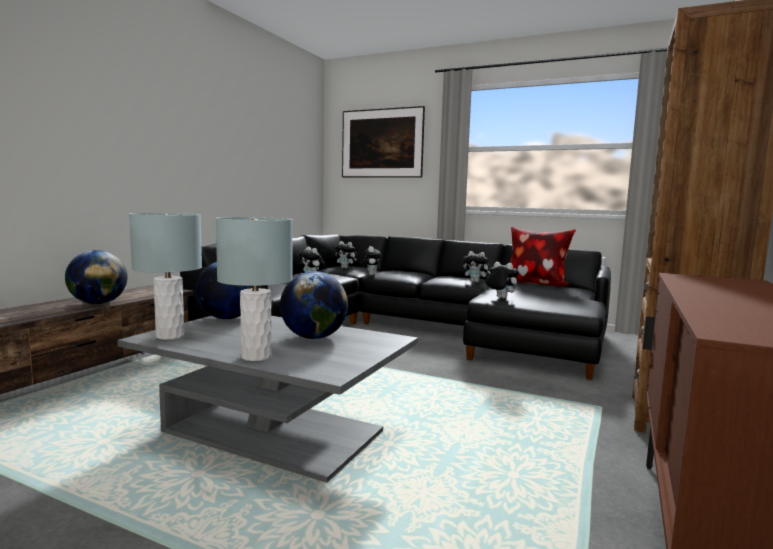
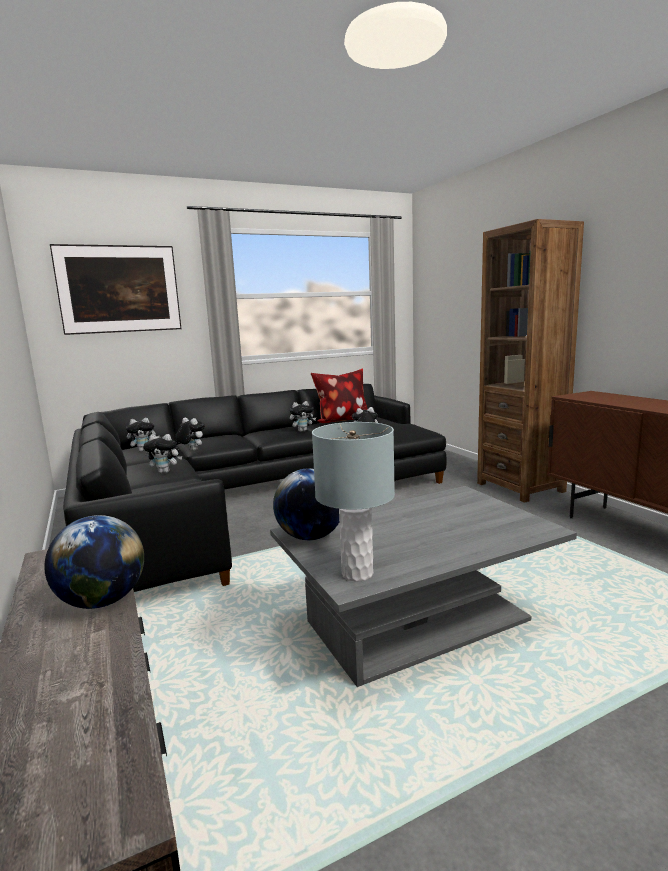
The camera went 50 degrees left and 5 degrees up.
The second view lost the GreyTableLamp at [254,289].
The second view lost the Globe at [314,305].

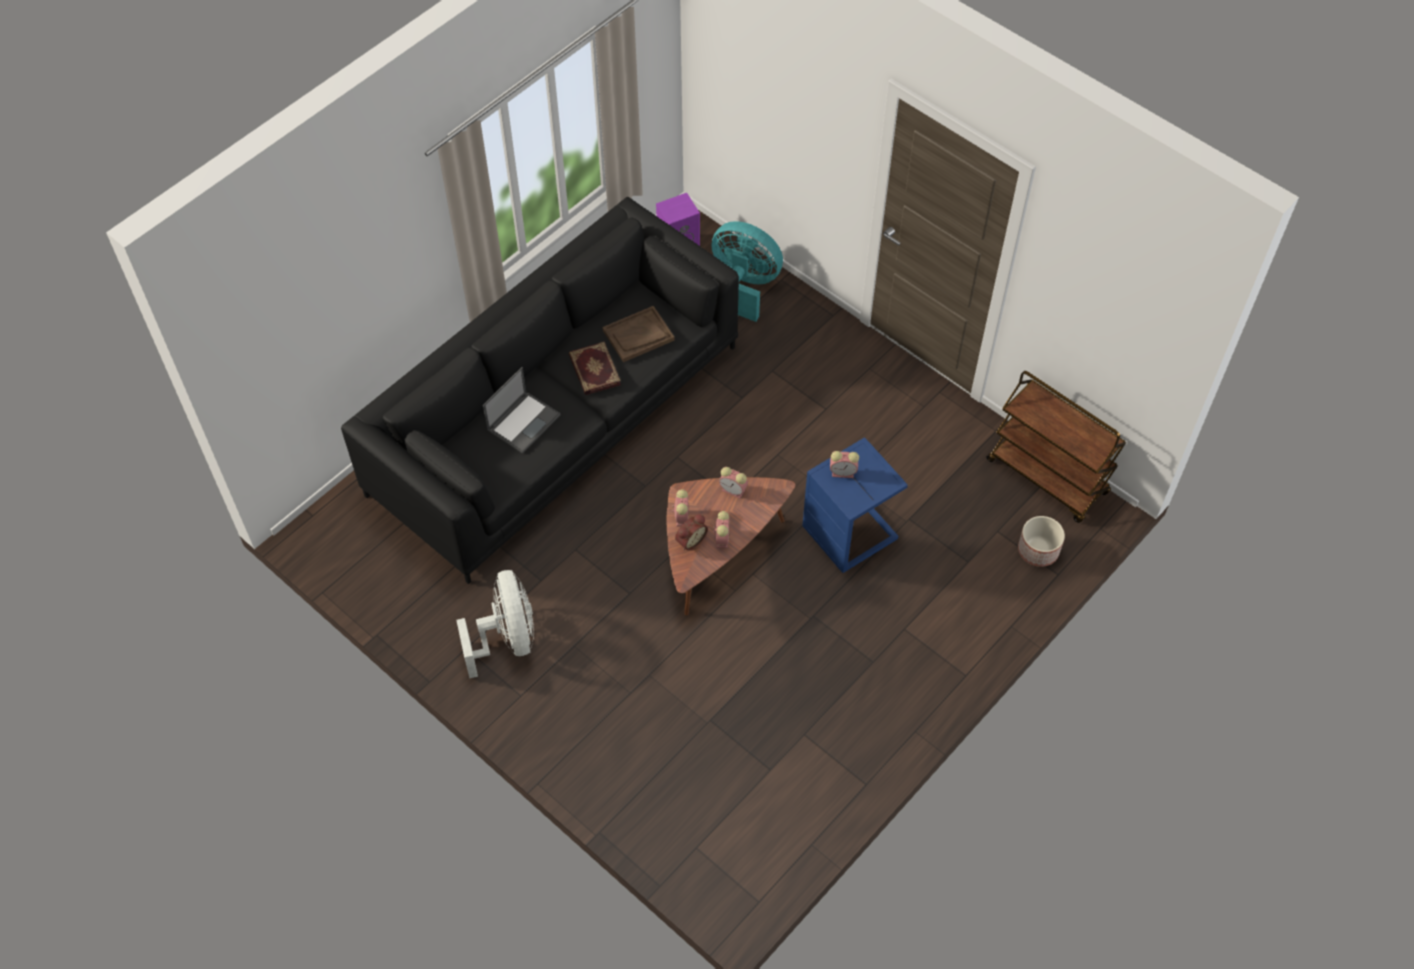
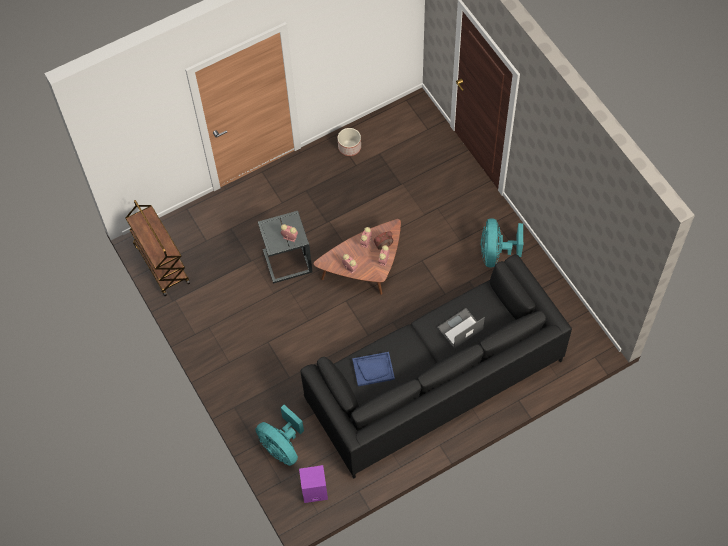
The camera went 160 degrees left and 5 degrees up.
What was the BrownTray at [638,334] turned into the BlueTray at [373,369].
The second view lost the Book at [595,368].
What was the BlueSideTable at [855,505] turned into the GreySideTable at [285,247].
The Planter ended up elsewhere, having gone from [1041,541] to [349,142].
What was the WhiteFan at [495,624] turned into the TurquoiseFan at [502,243].

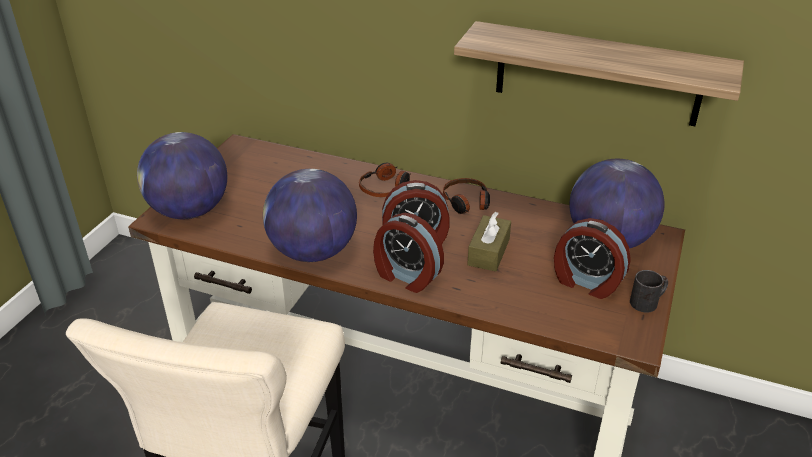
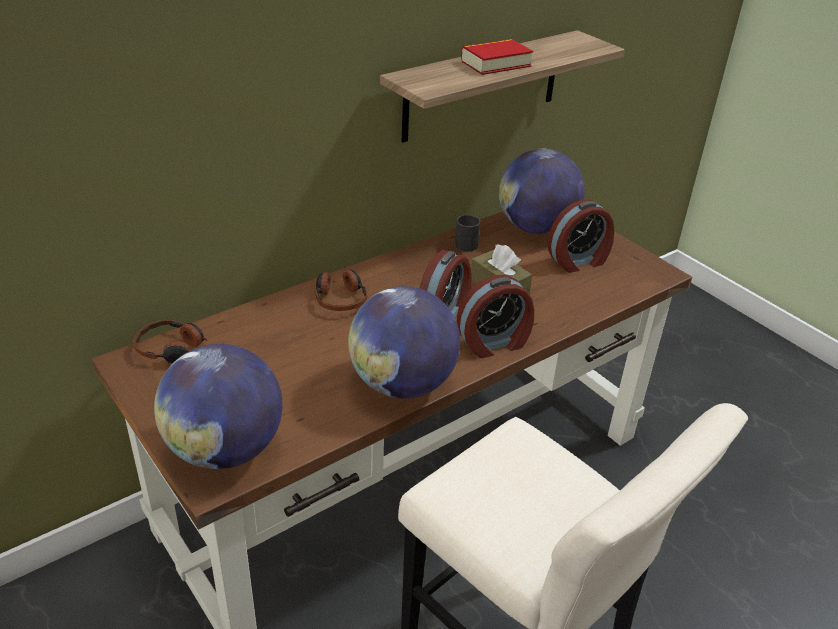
The camera went 60 degrees left and 0 degrees up.
The Headphones ended up elsewhere, having gone from [466,196] to [170,342].
The BlackMug ended up elsewhere, having gone from [649,291] to [467,233].
The second view gained the Book at [497,57].

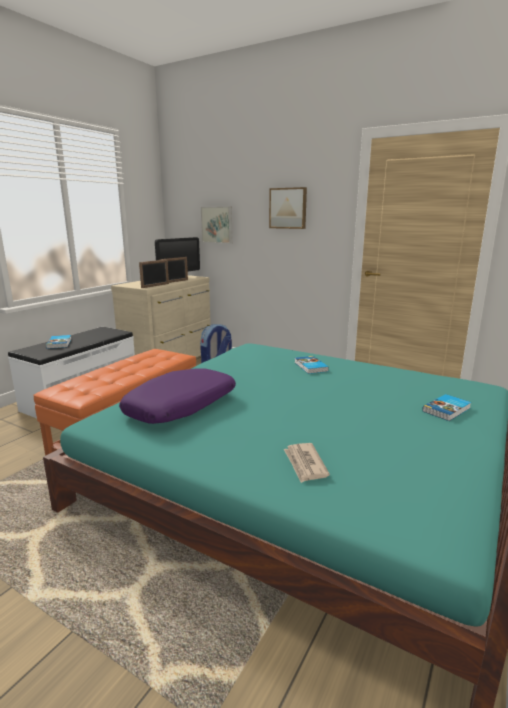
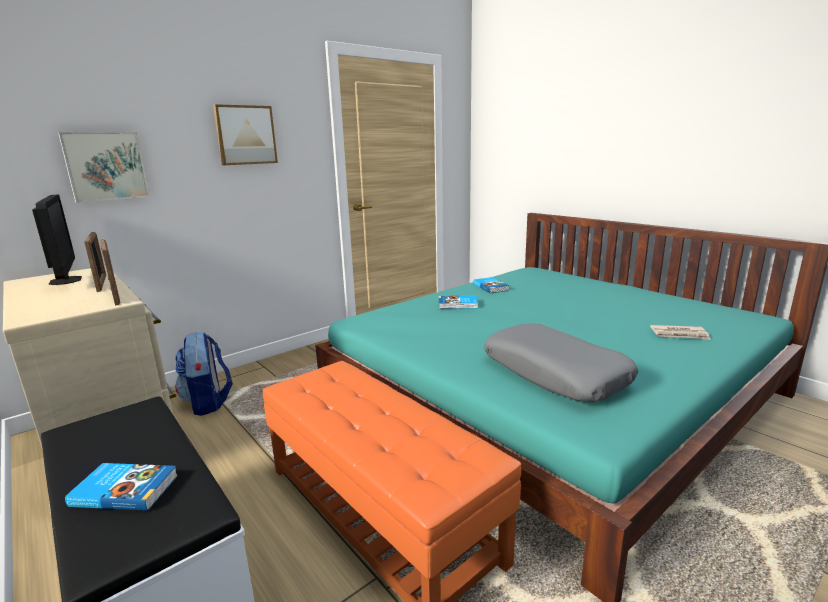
The camera went 70 degrees left and 0 degrees up.
What was the PurplePillow at [177,396] turned into the GreyPillow at [561,362].
The Book ended up elsewhere, having gone from [446,407] to [491,285].

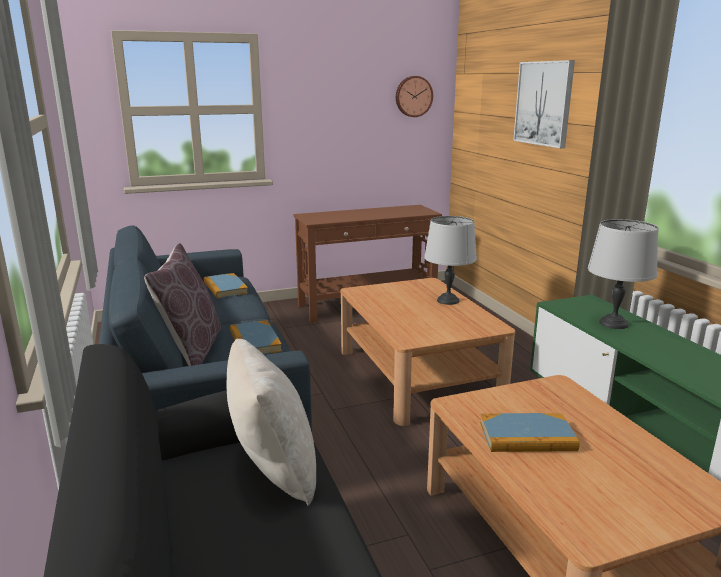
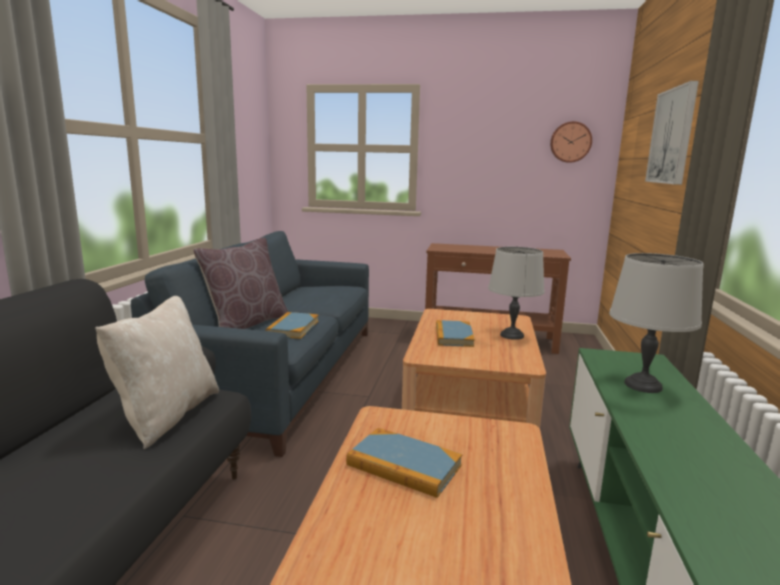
The camera went 30 degrees right and 5 degrees down.
The Book ended up elsewhere, having gone from [226,286] to [455,333].

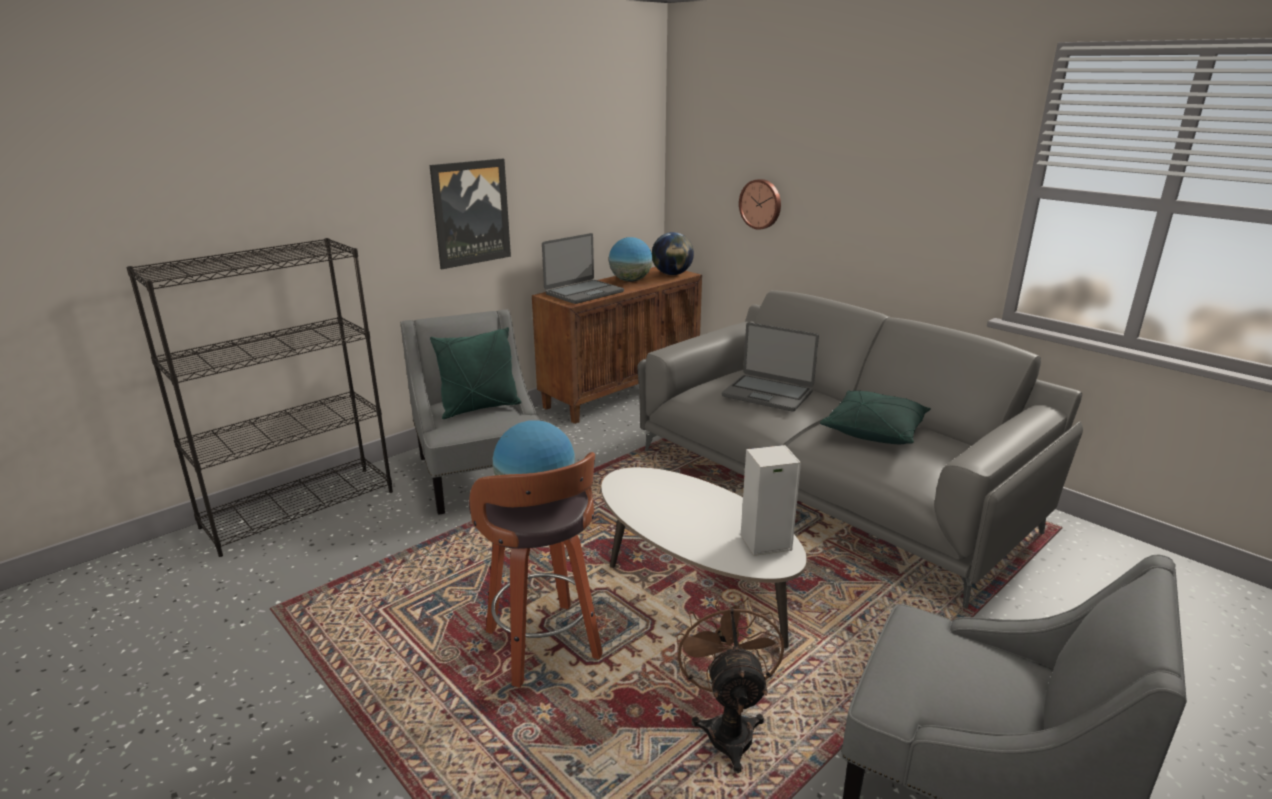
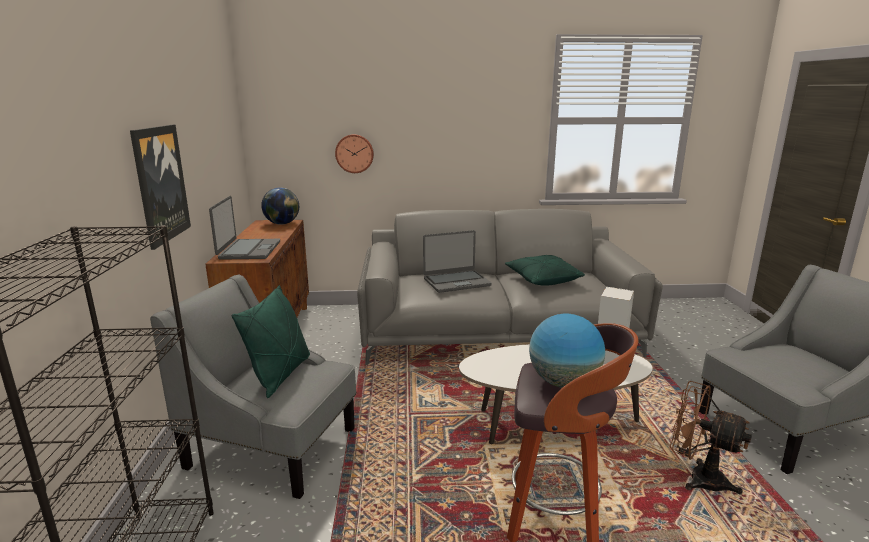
The camera went 50 degrees left and 5 degrees down.
The second view lost the Globe at [631,259].

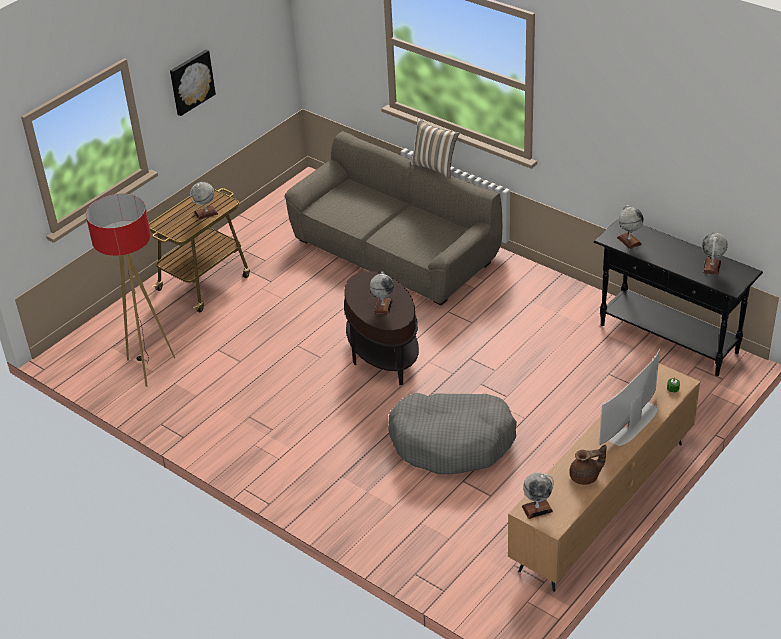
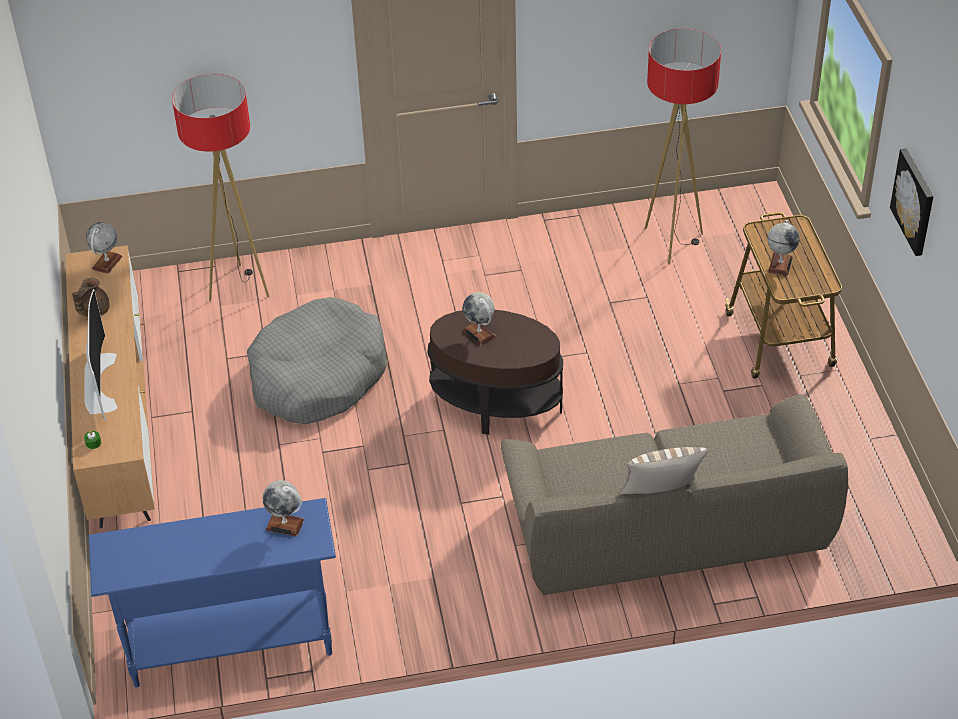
The camera went 130 degrees right and 5 degrees up.
What was the BlackConsoleTable at [678,297] turned into the BlueConsoleTable at [212,593].
The second view lost the Globe at [715,254].
The second view gained the FloorLamp at [221,188].

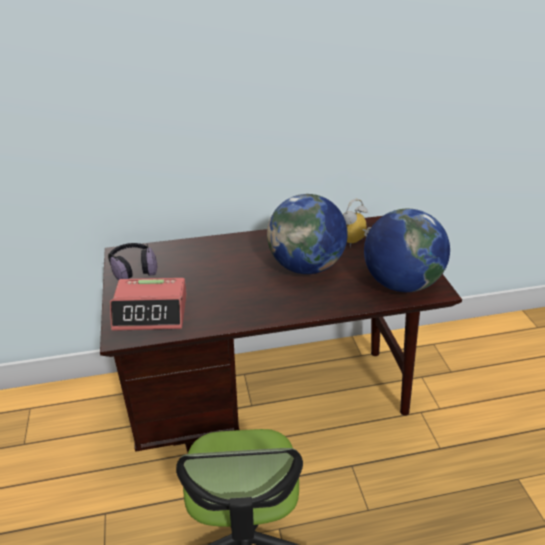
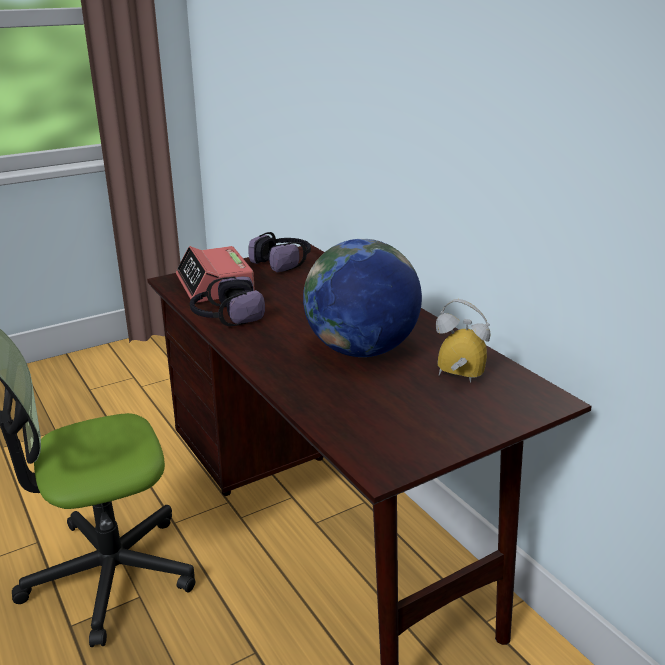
The camera went 70 degrees right and 10 degrees down.
The second view lost the Globe at [407,250].
The second view gained the Headphones at [227,301].

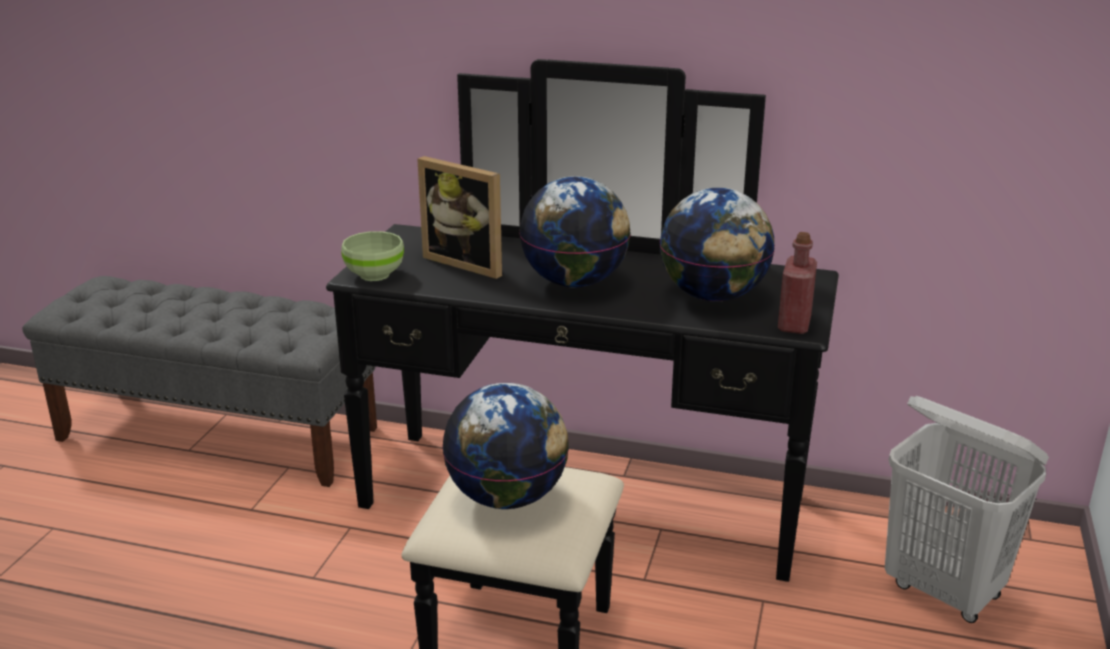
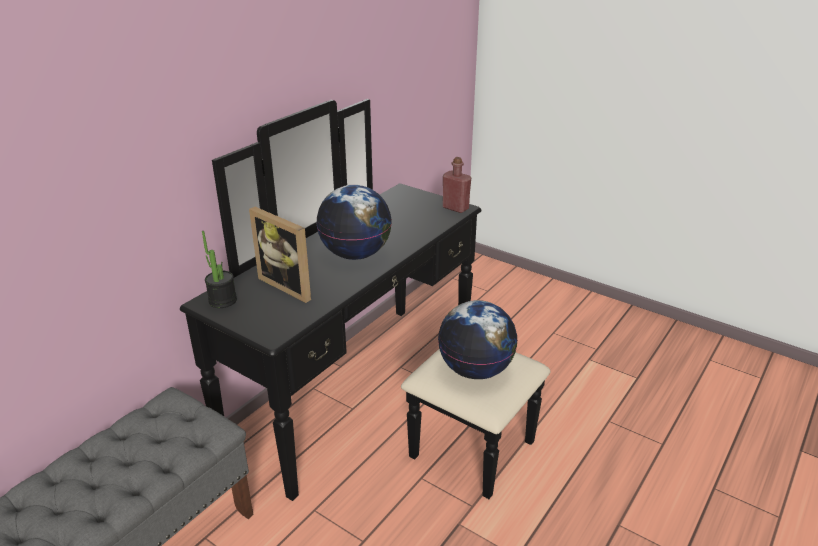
The camera went 70 degrees left and 5 degrees up.
The PictureFrame at [459,217] ended up facing another way, 75 degrees clockwise from before.
The second view lost the Globe at [717,244].
The second view lost the GreenBowl at [372,256].
The second view lost the WhiteLaundryBasket at [967,509].
The second view gained the PottedPlant at [219,269].

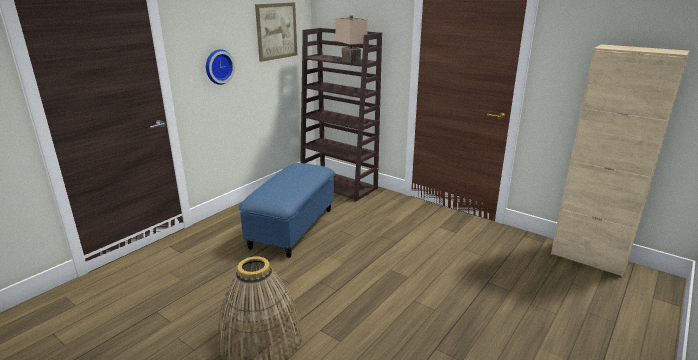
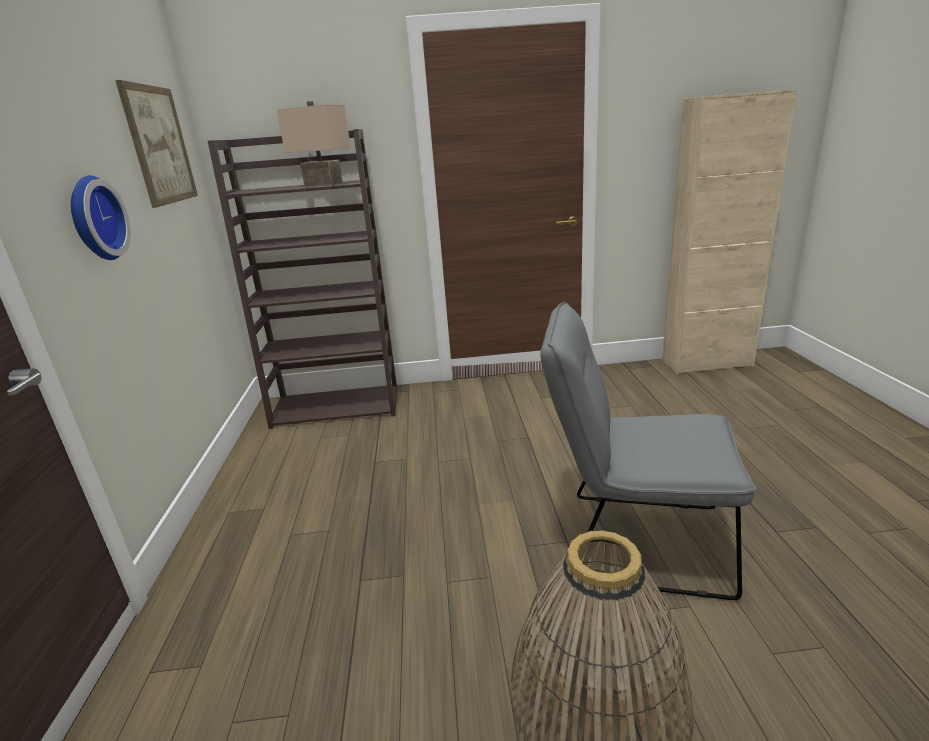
The camera went 40 degrees left and 0 degrees up.
The second view lost the BlueOttoman at [286,210].
The second view gained the GreyChair at [648,451].

